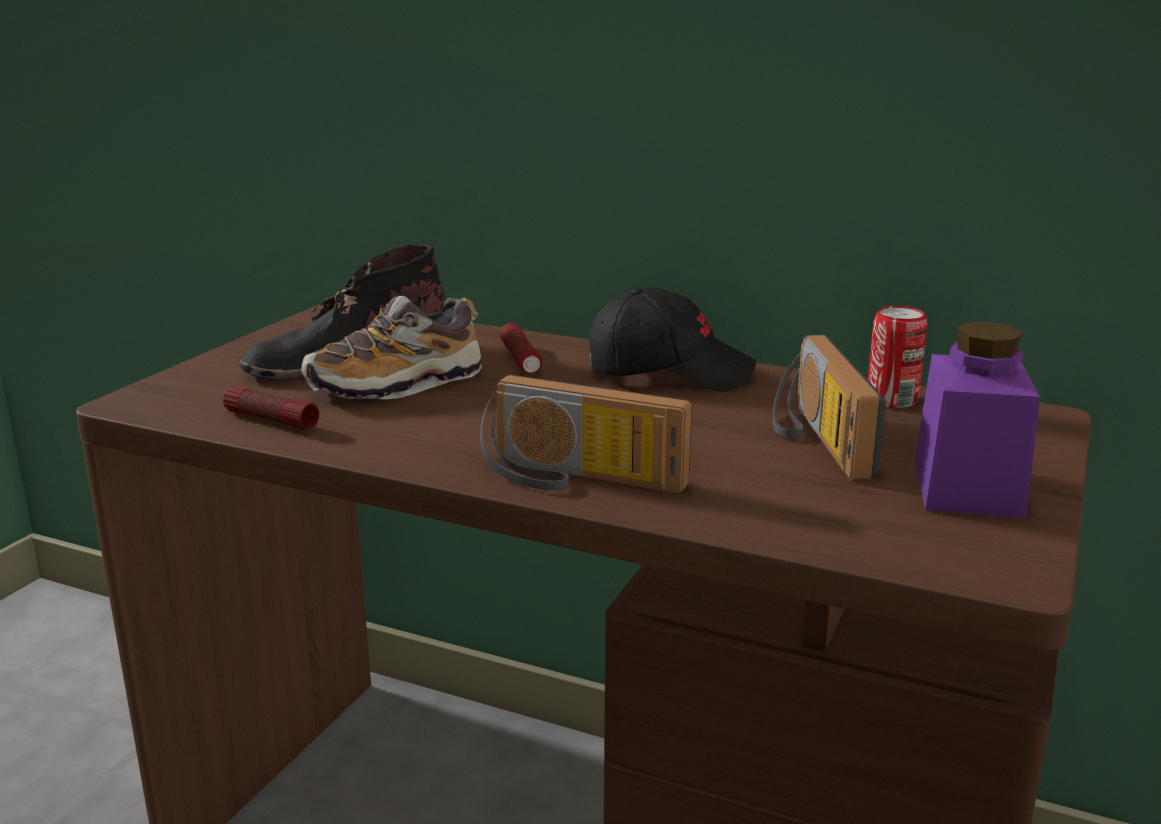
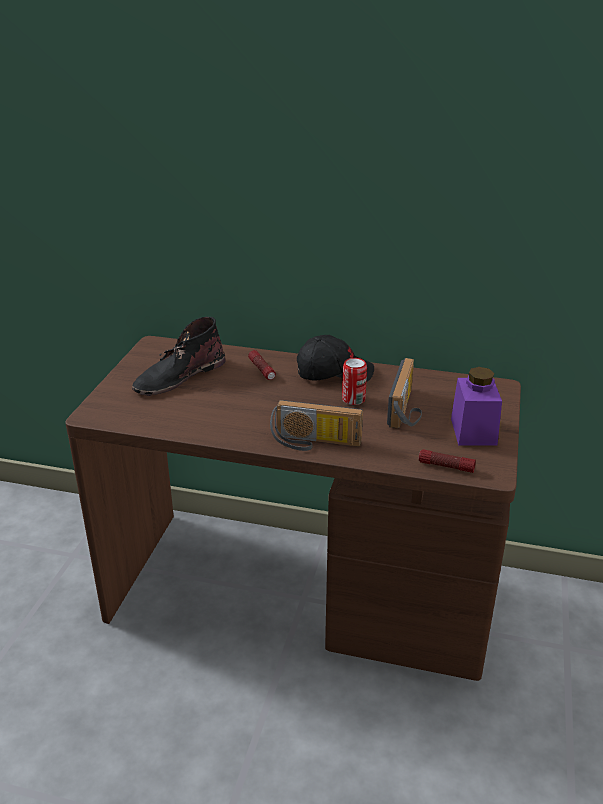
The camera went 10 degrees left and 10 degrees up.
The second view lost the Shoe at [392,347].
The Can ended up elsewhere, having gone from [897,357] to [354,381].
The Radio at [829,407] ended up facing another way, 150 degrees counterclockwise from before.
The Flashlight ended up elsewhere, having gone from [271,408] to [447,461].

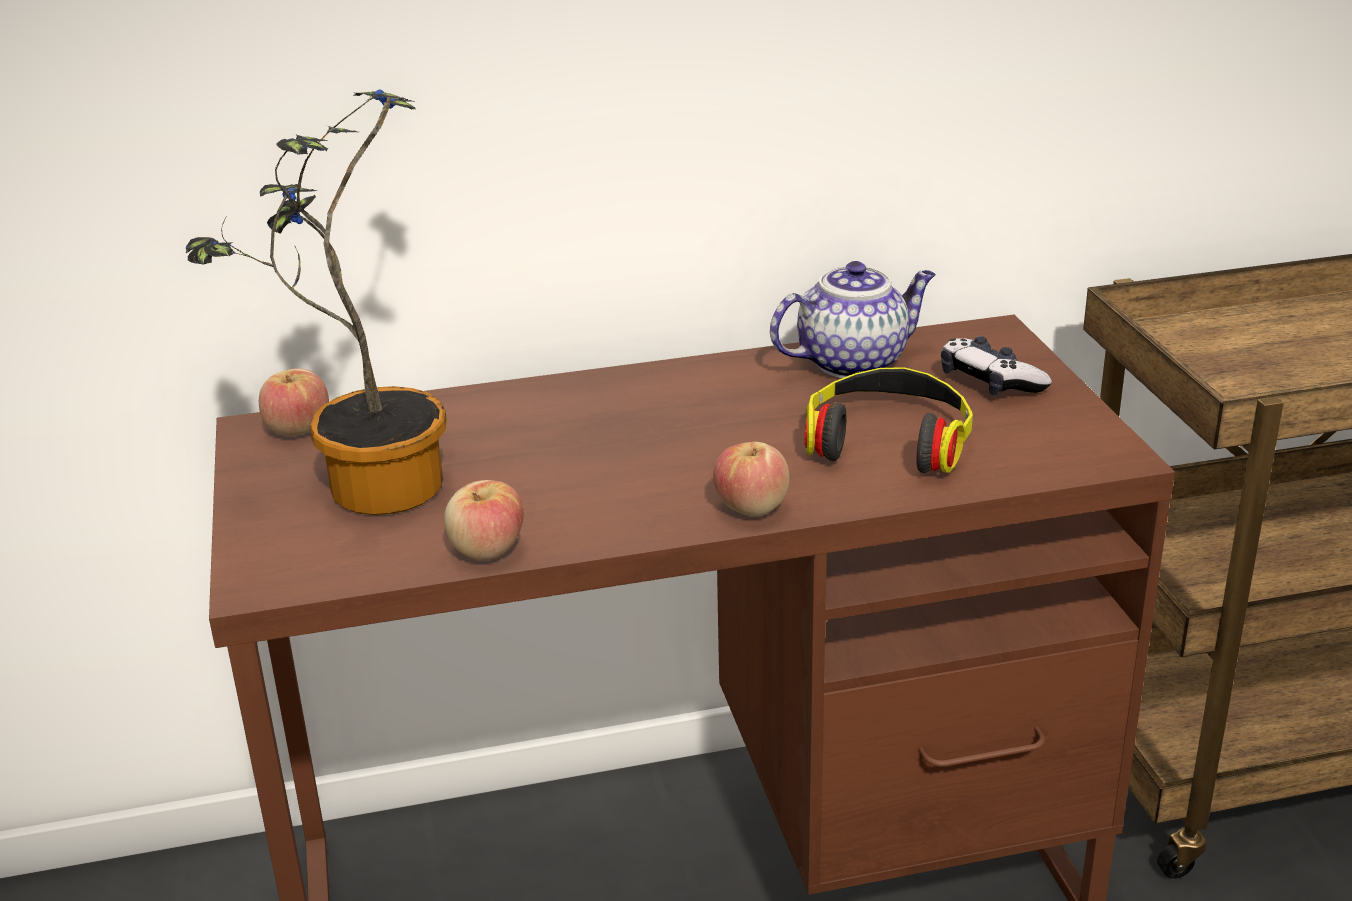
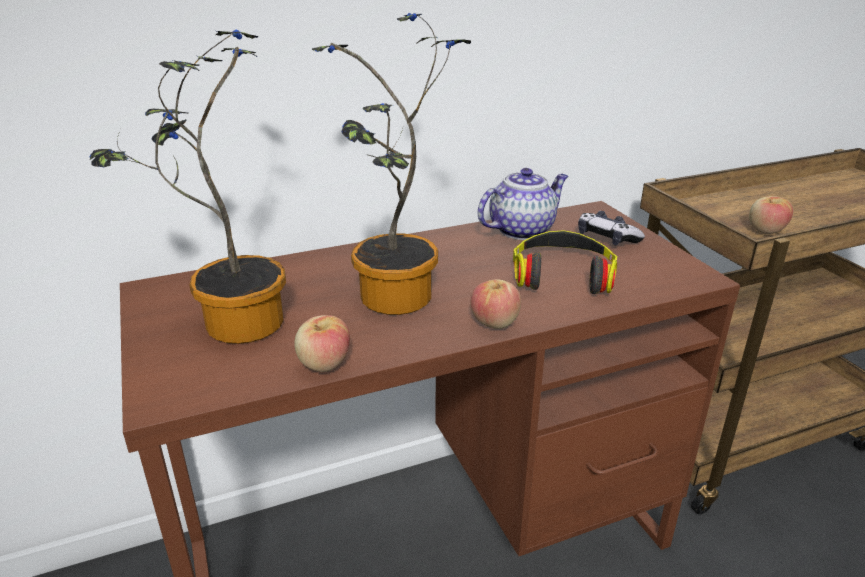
The camera went 10 degrees left and 0 degrees up.
The Apple ended up elsewhere, having gone from [294,402] to [771,215].
The second view gained the PottedPlant at [391,164].

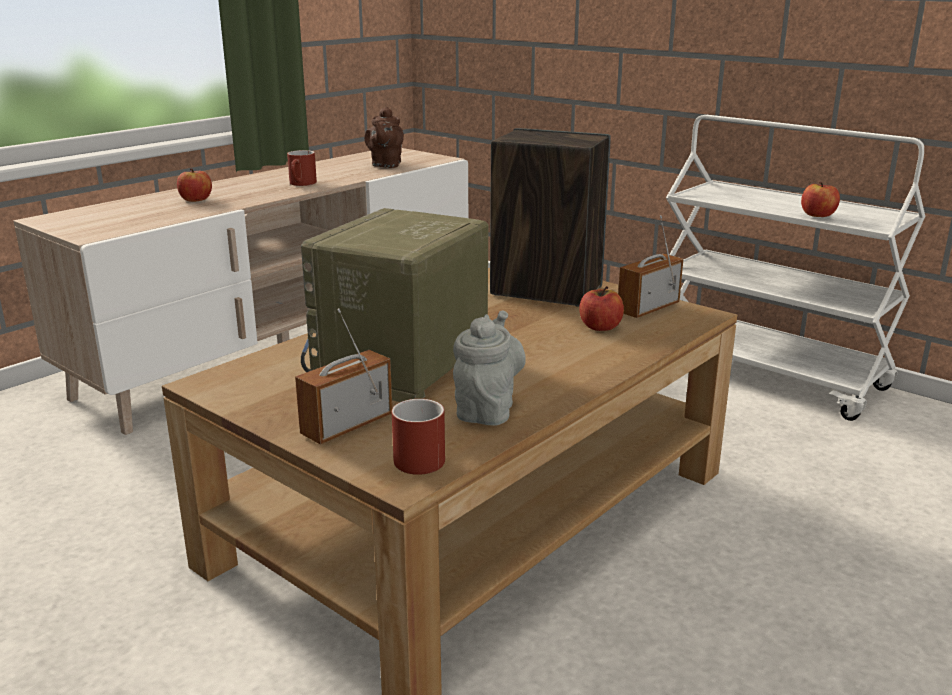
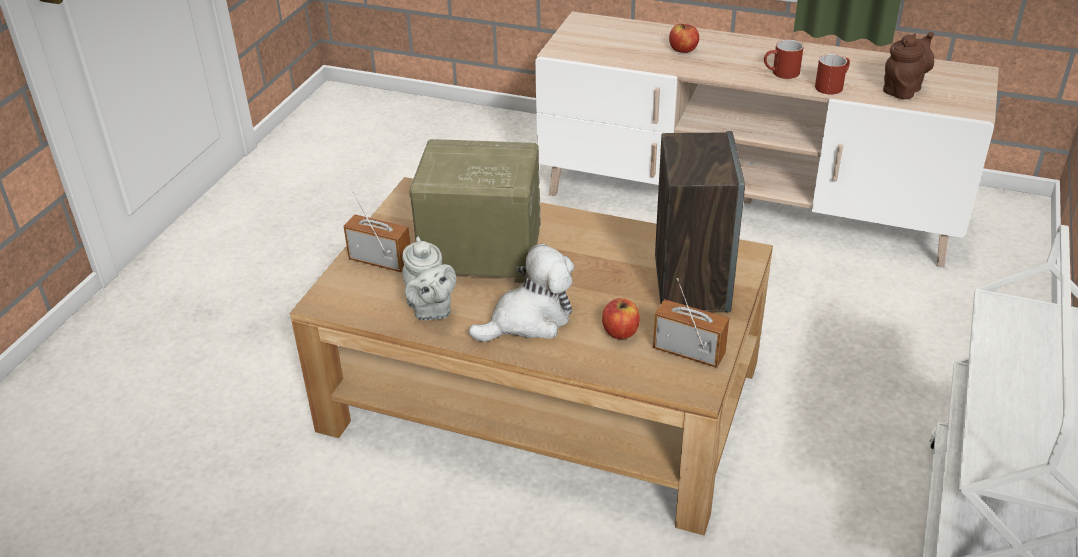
The camera went 70 degrees right and 15 degrees up.
The BrownTeapot at [384,137] ended up facing another way, 150 degrees clockwise from before.
The second view lost the Apple at [820,199].
The GreyTeapot at [489,368] ended up facing another way, 75 degrees clockwise from before.
The RedMug ended up elsewhere, having gone from [418,437] to [832,74].
The second view gained the PlushToy at [521,293].

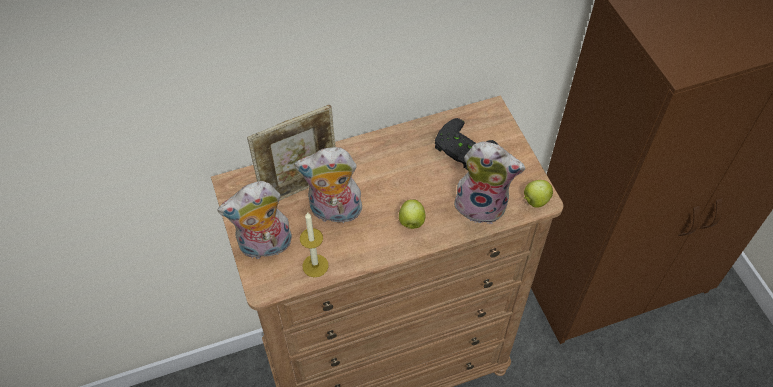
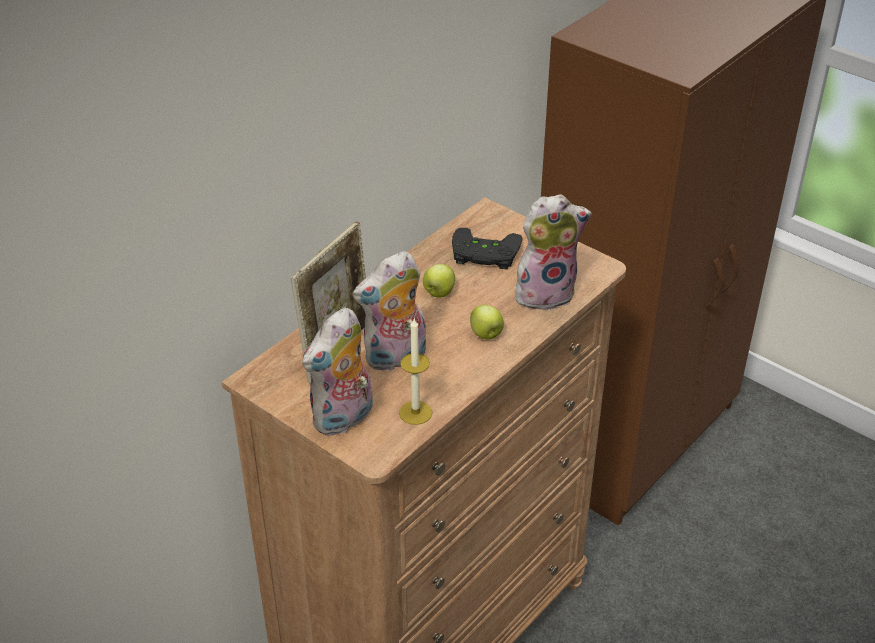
The camera went 30 degrees left and 15 degrees down.
The Apple ended up elsewhere, having gone from [538,194] to [439,281].

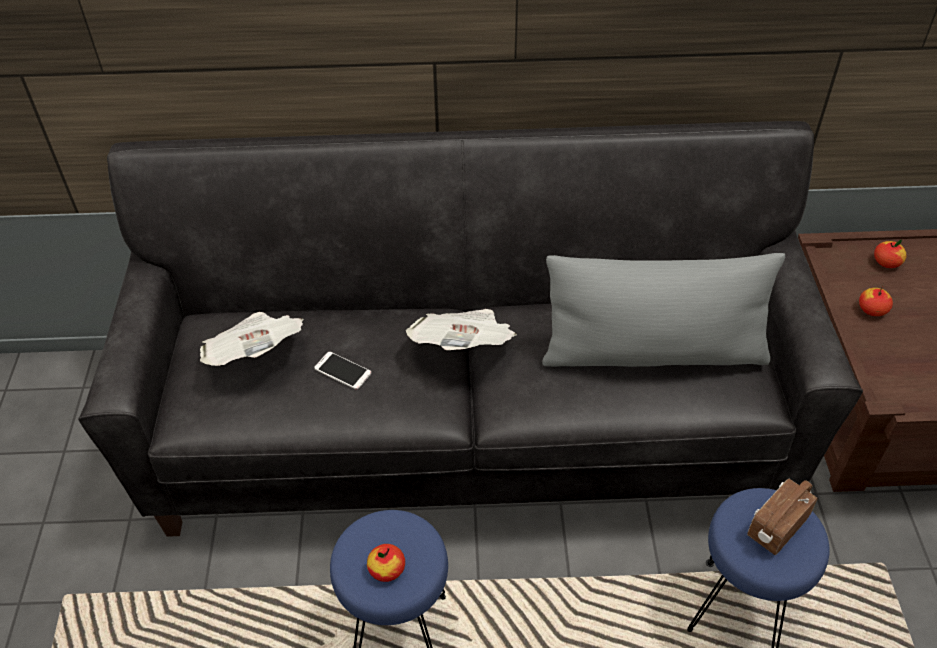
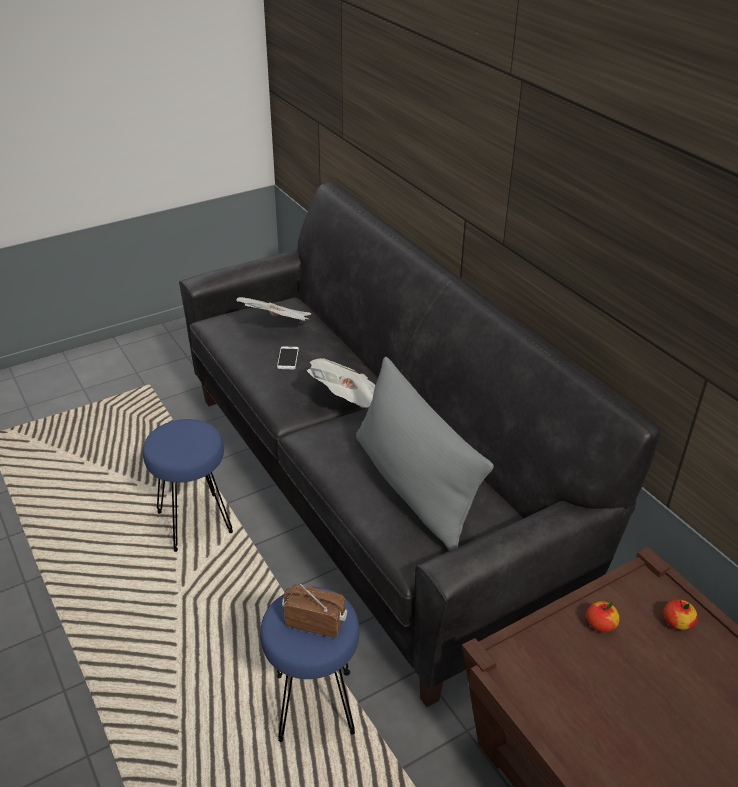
The camera went 60 degrees right and 10 degrees down.
The second view lost the Apple at [386,563].

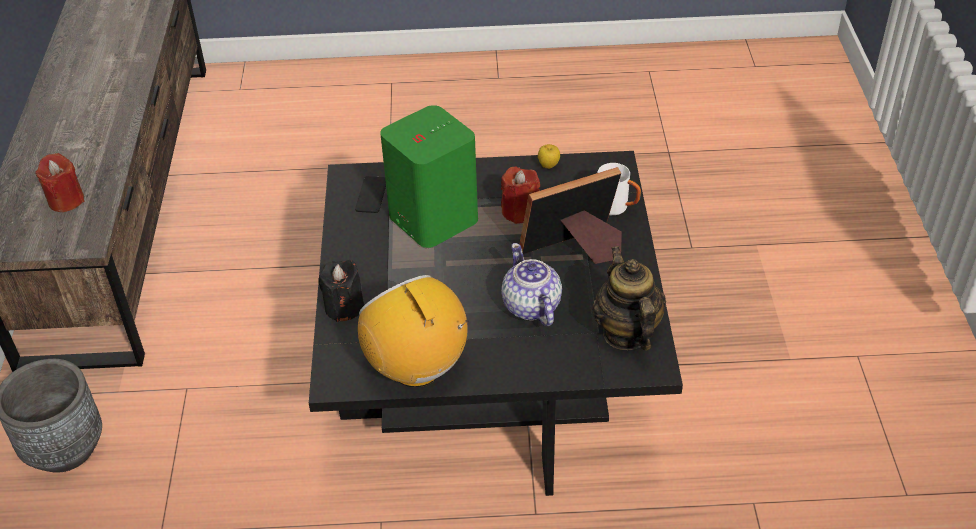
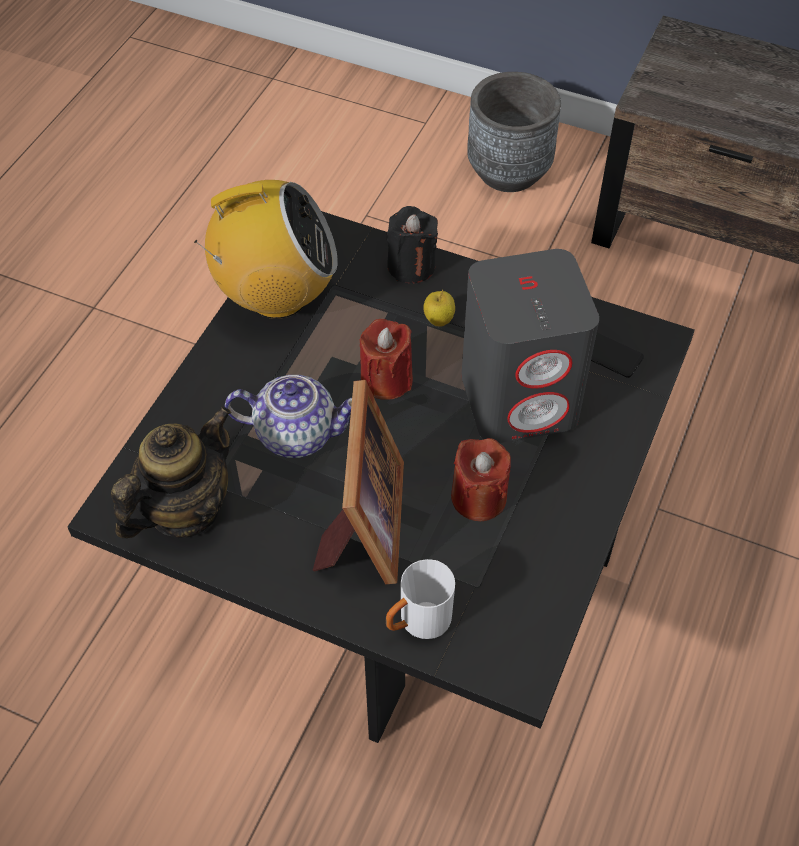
The camera went 115 degrees right and 10 degrees up.
What was the GreenSpeaker at [429,176] turned into the GreySpeaker at [530,346].
The Apple ended up elsewhere, having gone from [549,156] to [439,308].
The RedCandle ended up elsewhere, having gone from [59,182] to [386,359].
The Teapot at [629,298] ended up facing another way, 60 degrees counterclockwise from before.

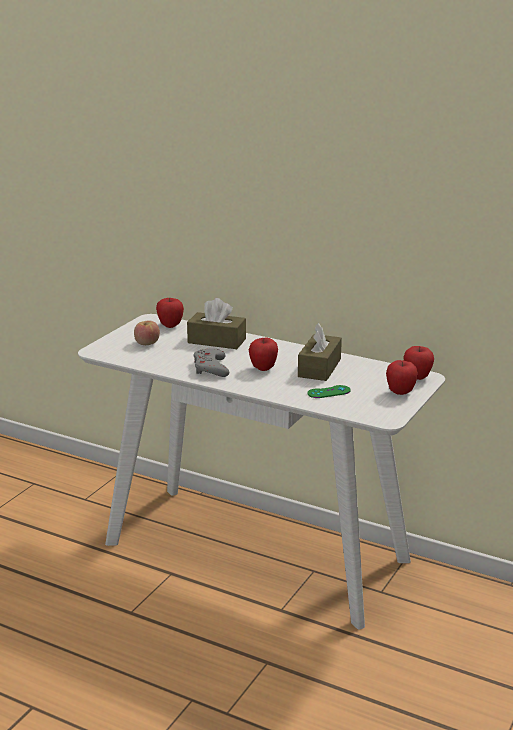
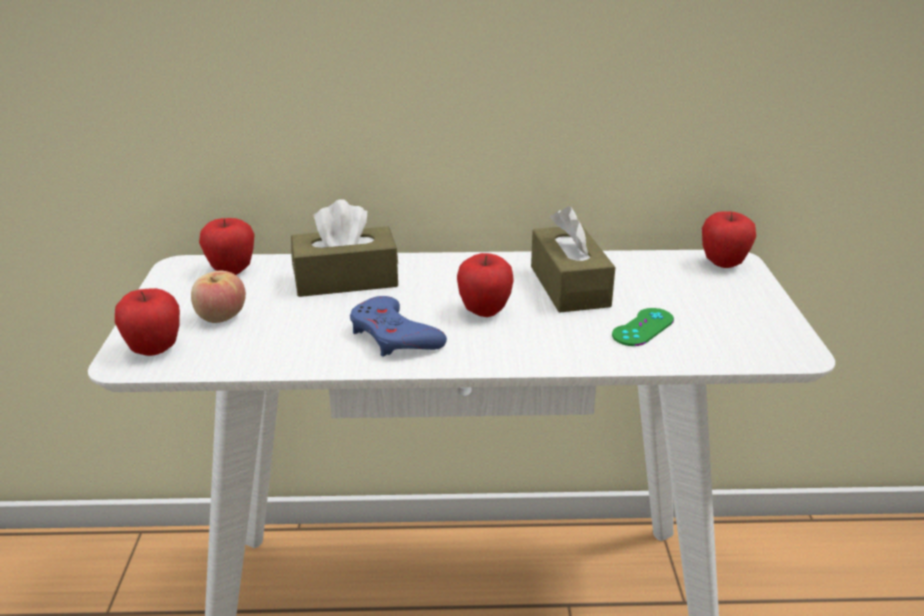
The camera went 30 degrees left and 5 degrees up.
What was the GreyGameController at [211,362] turned into the BlueGameController at [398,326].
The Apple ended up elsewhere, having gone from [402,377] to [147,322].

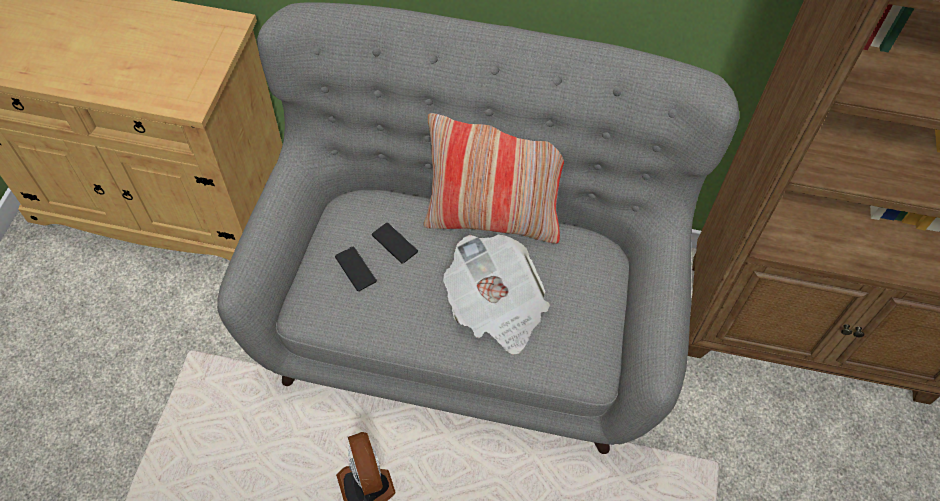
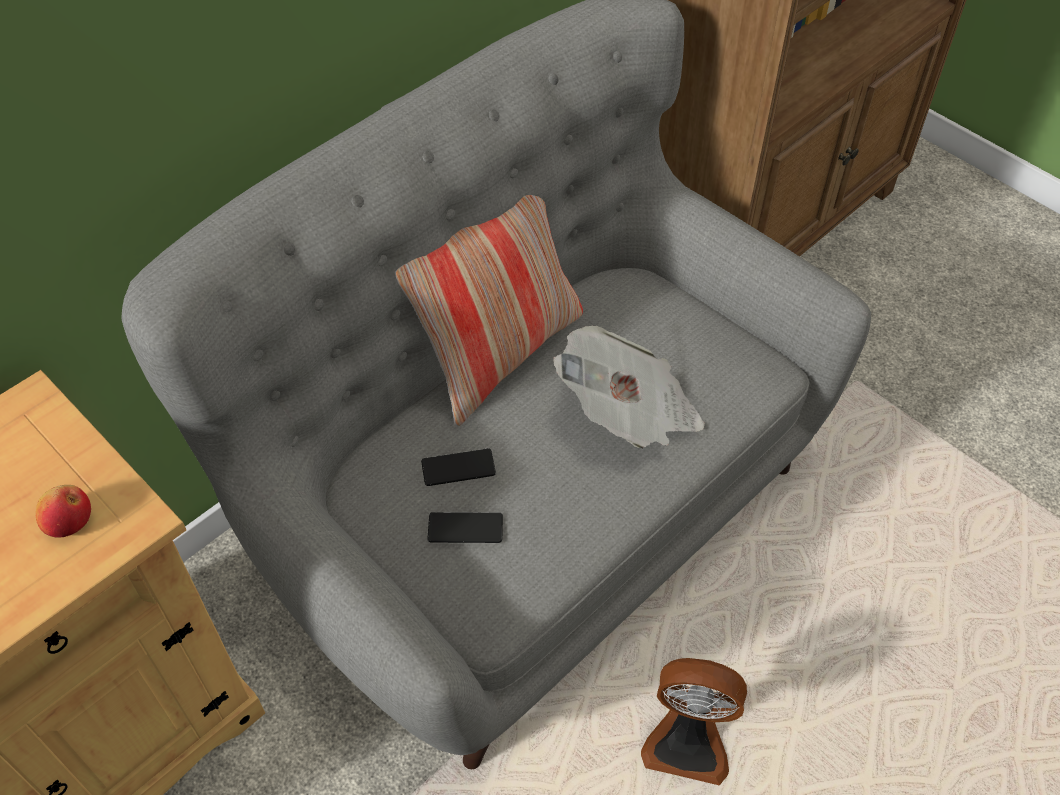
The camera went 55 degrees left and 5 degrees down.
The second view gained the Apple at [63,511].

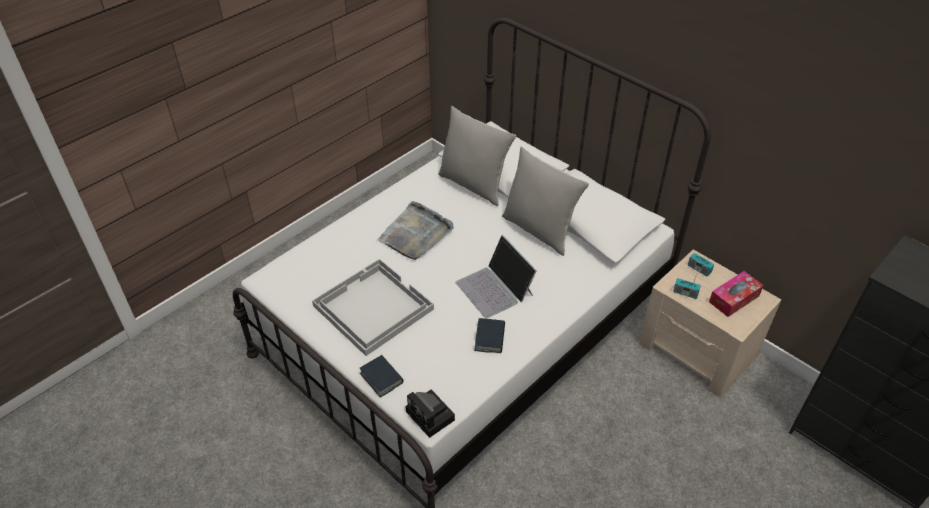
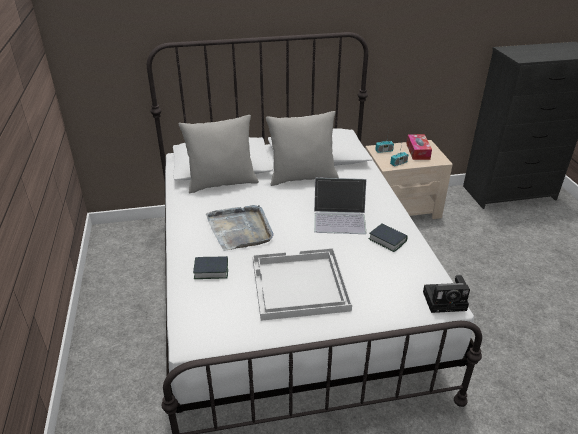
The camera went 55 degrees left and 10 degrees down.
The Book ended up elsewhere, having gone from [381,376] to [210,267].

